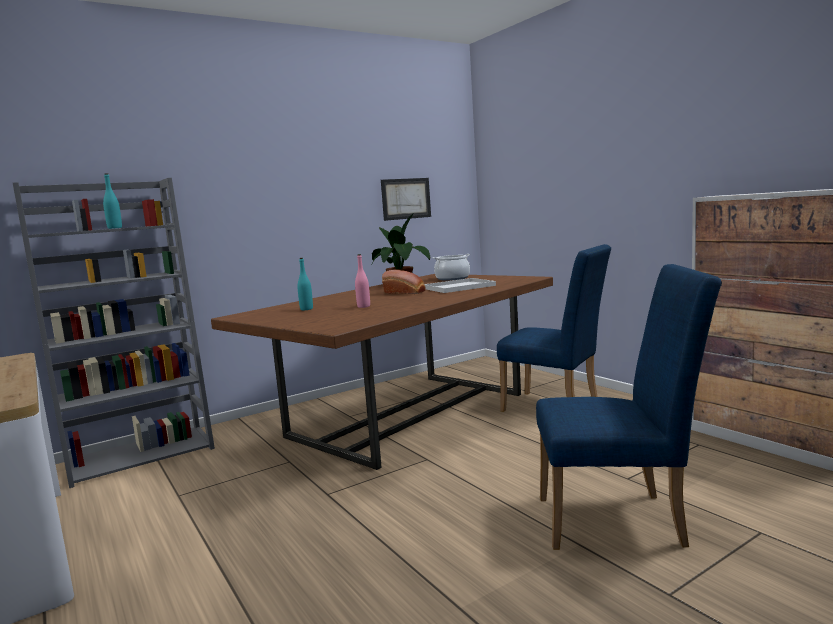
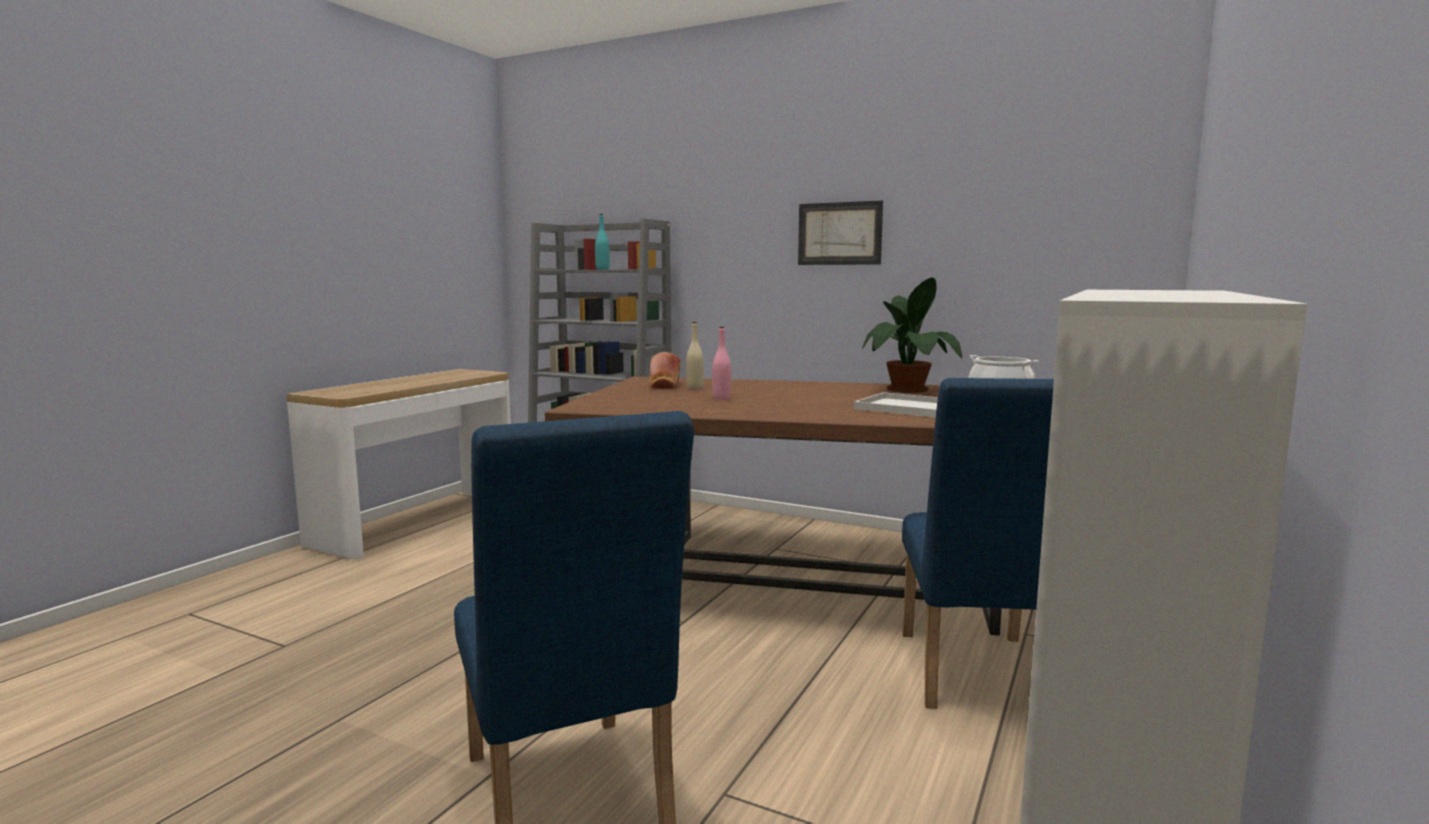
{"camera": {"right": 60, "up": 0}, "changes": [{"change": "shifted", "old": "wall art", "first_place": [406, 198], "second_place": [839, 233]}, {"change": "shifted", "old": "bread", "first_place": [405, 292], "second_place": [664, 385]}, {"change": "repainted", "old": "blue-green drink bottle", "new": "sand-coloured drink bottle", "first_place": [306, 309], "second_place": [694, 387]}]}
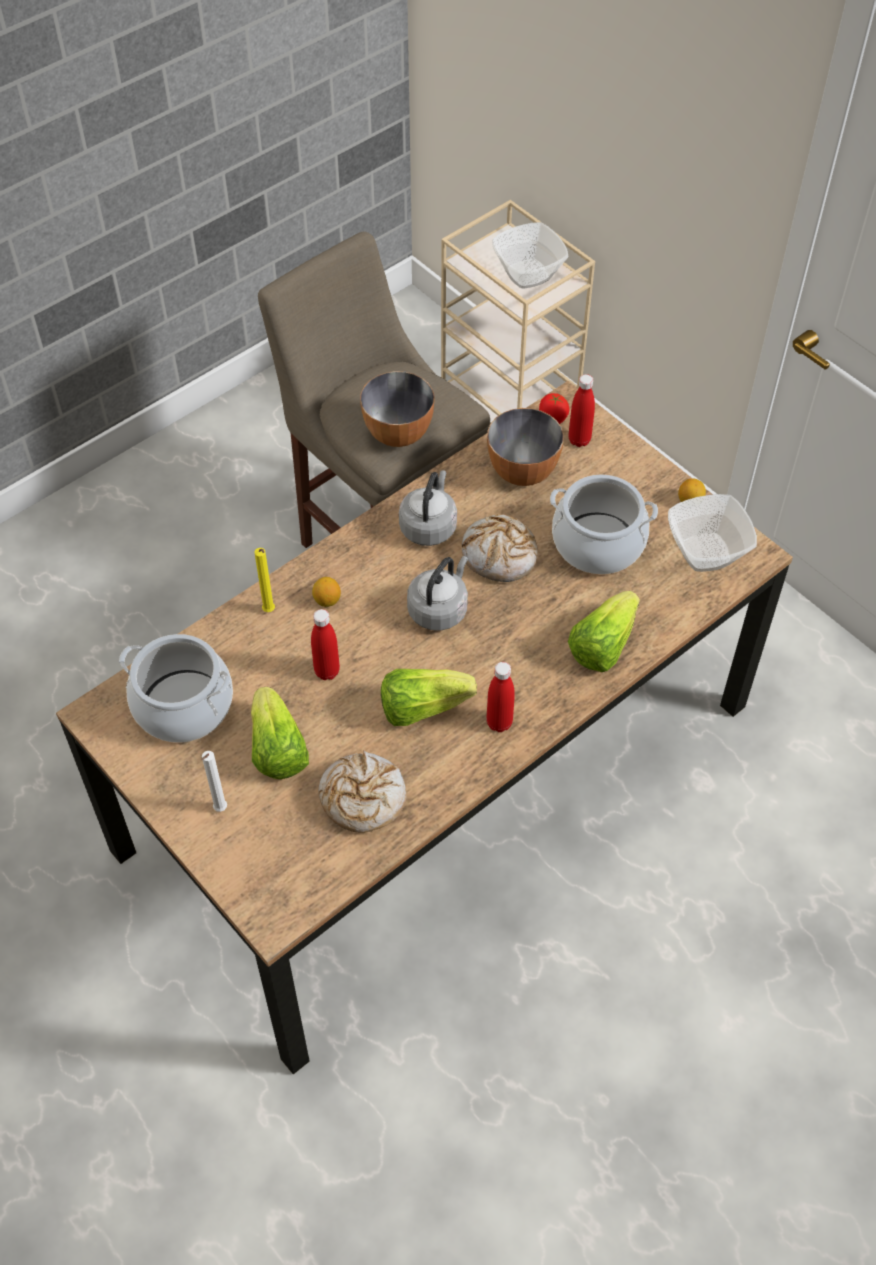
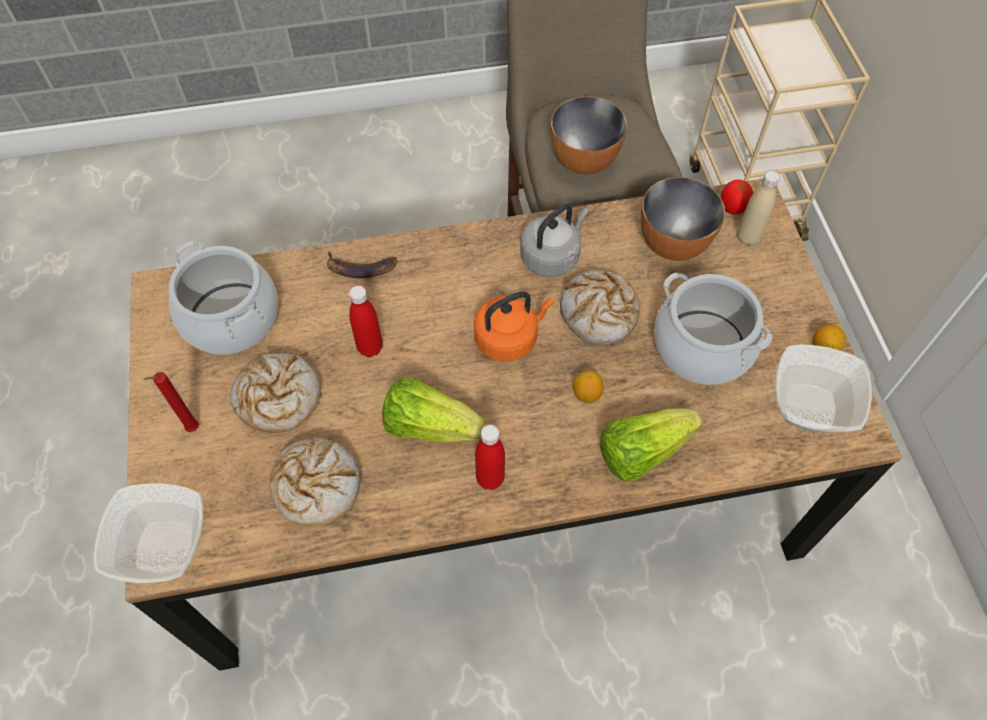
{"camera": {"right": 30, "up": 5}, "changes": [{"change": "shifted", "old": "citrus fruit", "first_place": [327, 600], "second_place": [586, 394]}, {"change": "shifted", "old": "deep dish", "first_place": [527, 274], "second_place": [164, 546]}, {"change": "swapped", "old": "lettuce head", "new": "bread", "first_place": [277, 749], "second_place": [278, 398]}, {"change": "swapped", "old": "yellow wax light", "new": "whole banana", "first_place": [269, 612], "second_place": [360, 269]}, {"change": "repainted", "old": "white wax light", "new": "red wax light", "first_place": [219, 810], "second_place": [191, 429]}, {"change": "repainted", "old": "gray kettle", "new": "orange kettle", "first_place": [439, 609], "second_place": [509, 338]}, {"change": "repainted", "old": "red drink bottle", "new": "sand-coloured drink bottle", "first_place": [579, 440], "second_place": [747, 238]}]}
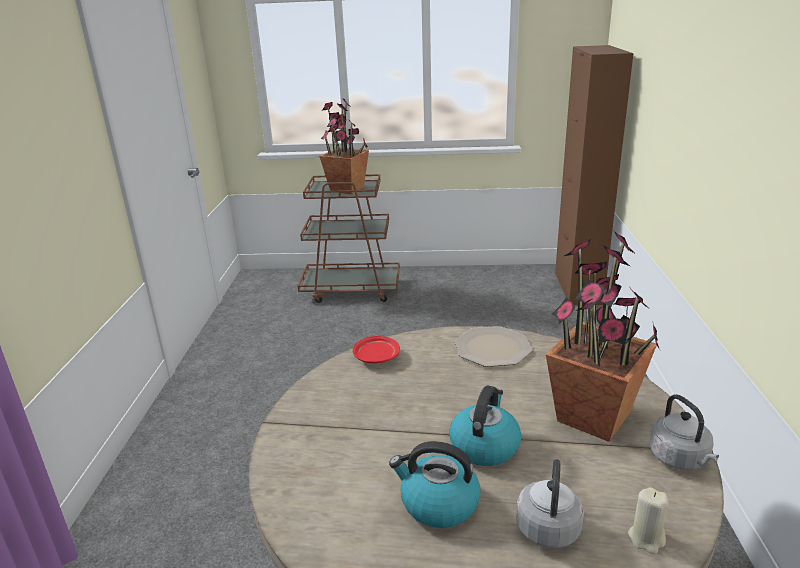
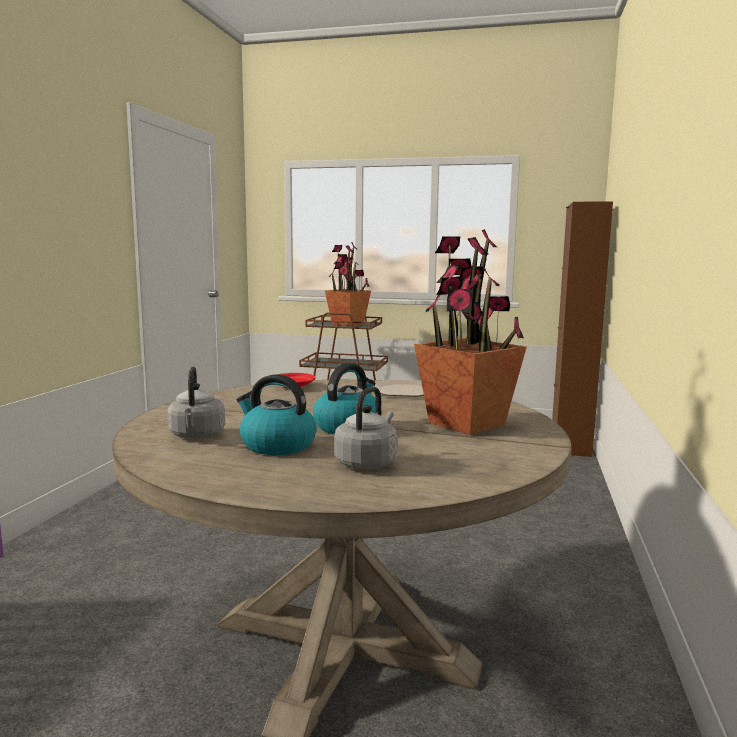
{"camera": {"right": 10, "up": -15}, "changes": [{"change": "gone", "old": "sand-coloured wax light", "first_place": [646, 538]}, {"change": "shifted", "old": "gray kettle", "first_place": [680, 459], "second_place": [197, 436]}]}
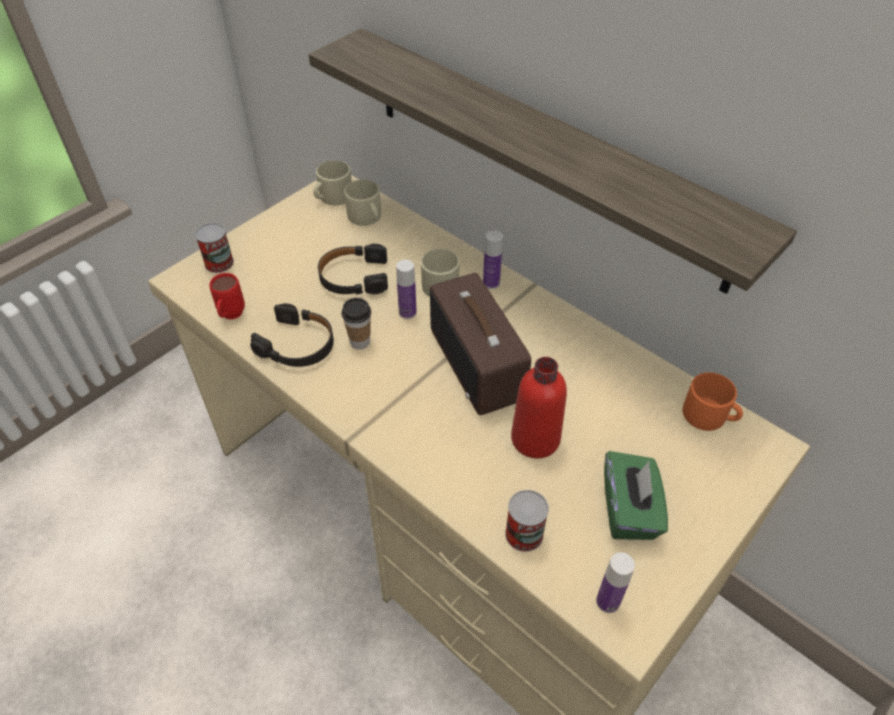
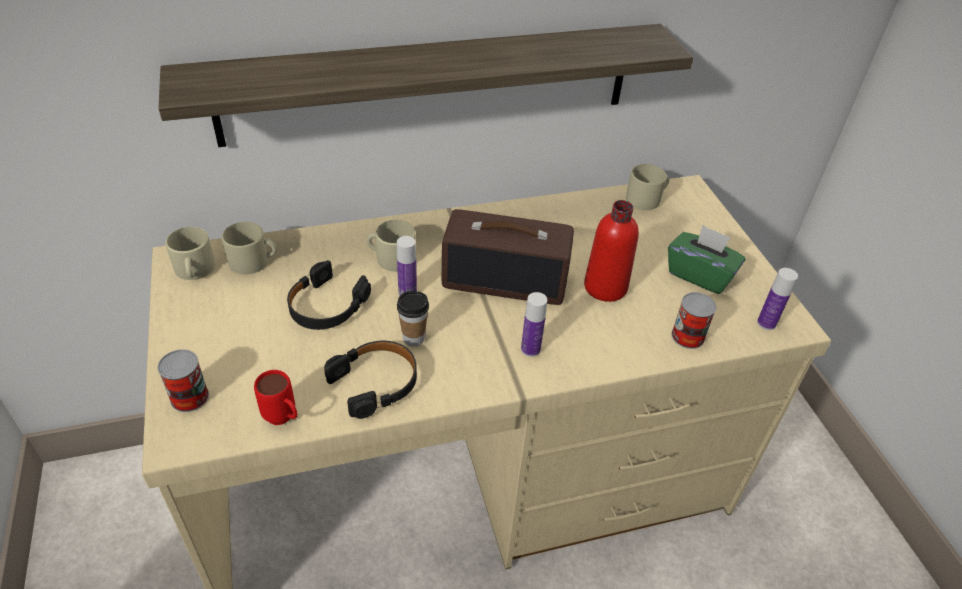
{"camera": {"right": -60, "up": -5}, "changes": [{"change": "shifted", "old": "drink bottle", "first_place": [491, 283], "second_place": [530, 349]}, {"change": "repainted", "old": "orange coffee mug", "new": "sand-coloured coffee mug", "first_place": [709, 416], "second_place": [646, 198]}]}
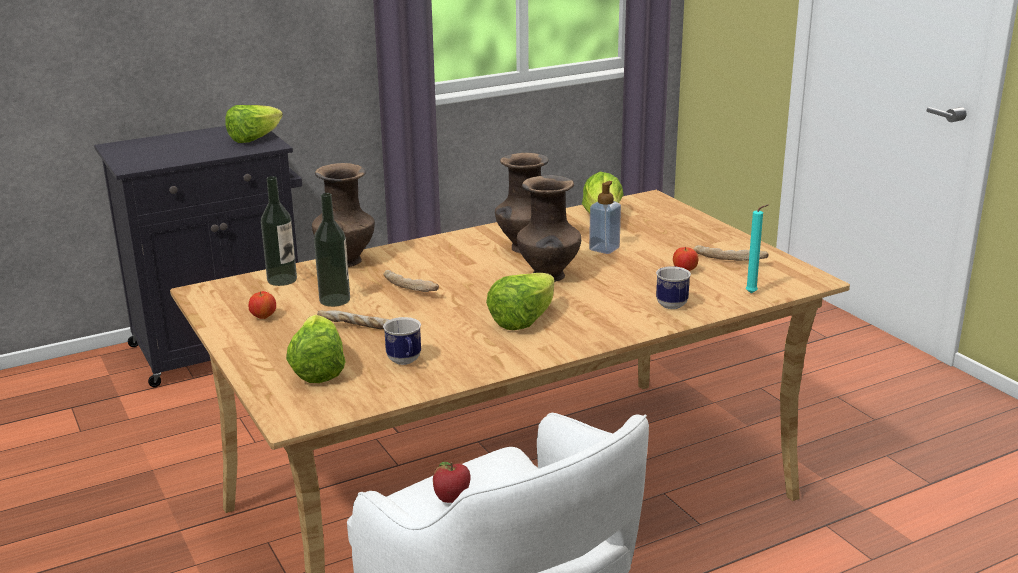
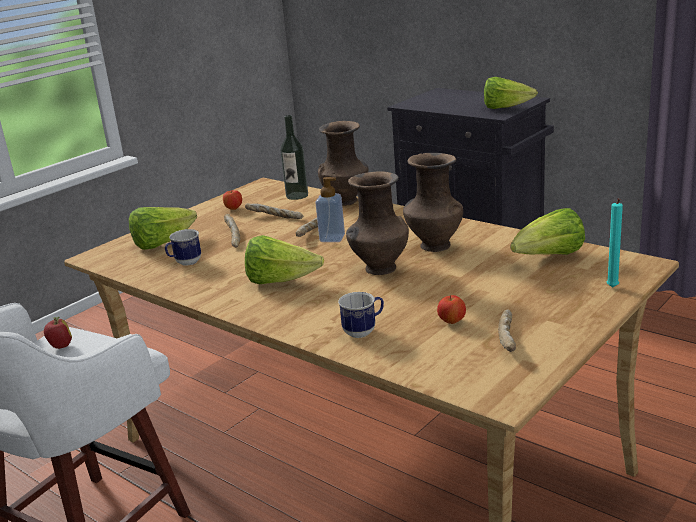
{"camera": {"right": 70, "up": 0}, "changes": [{"change": "shifted", "old": "soap dispenser", "first_place": [604, 249], "second_place": [332, 238]}, {"change": "shifted", "old": "blue-green wax light", "first_place": [753, 293], "second_place": [612, 288]}, {"change": "swapped", "old": "drink bottle", "new": "bread", "first_place": [335, 300], "second_place": [274, 217]}]}
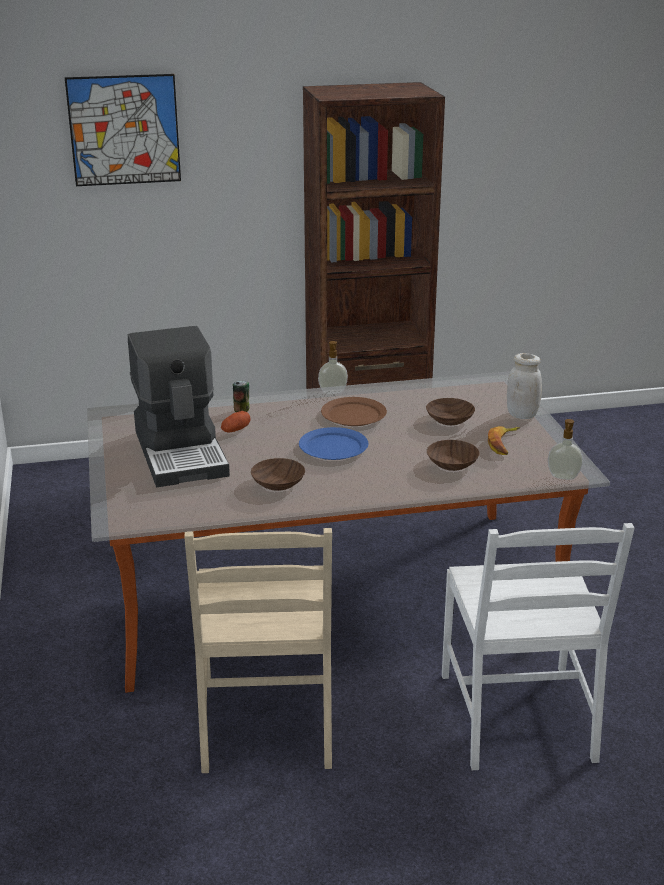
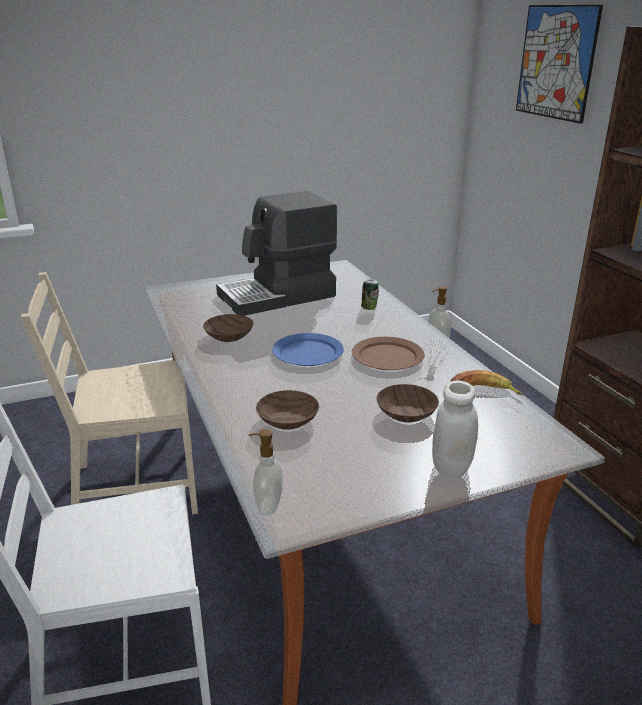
{"camera": {"right": 80, "up": 0}, "changes": [{"change": "gone", "old": "whole potato", "first_place": [236, 430]}, {"change": "shifted", "old": "whole banana", "first_place": [504, 444], "second_place": [483, 391]}]}
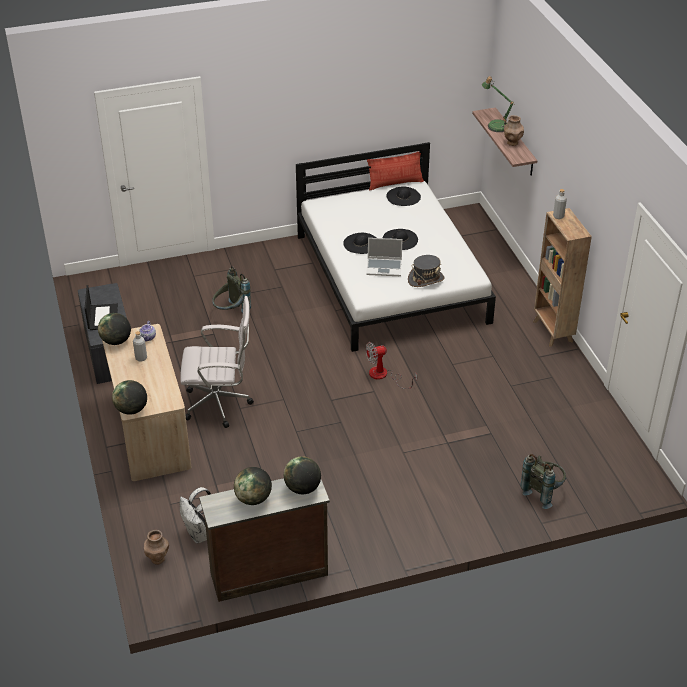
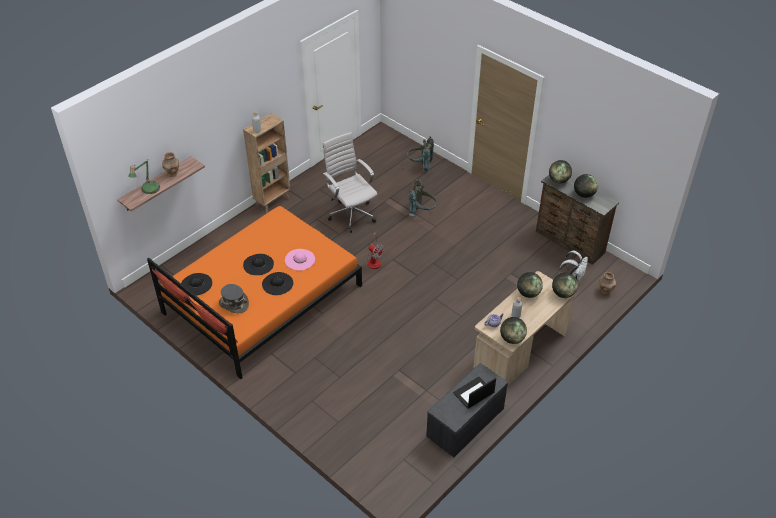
{"camera": {"right": -120, "up": 5}, "changes": [{"change": "new", "new": "cushion", "second_place": [216, 330]}, {"change": "new", "new": "desk globe", "second_place": [528, 293]}, {"change": "shifted", "old": "white desk chair", "first_place": [220, 404], "second_place": [351, 214]}, {"change": "shifted", "old": "gray rucksack", "first_place": [231, 312], "second_place": [422, 211]}, {"change": "shifted", "old": "gray clothing hat", "first_place": [426, 279], "second_place": [233, 304]}, {"change": "swapped", "old": "notebook computer", "new": "pinkish clothing hat", "first_place": [384, 267], "second_place": [299, 259]}, {"change": "repainted", "old": "white bedroom bed", "new": "orange bedroom bed", "first_place": [391, 278], "second_place": [262, 299]}]}
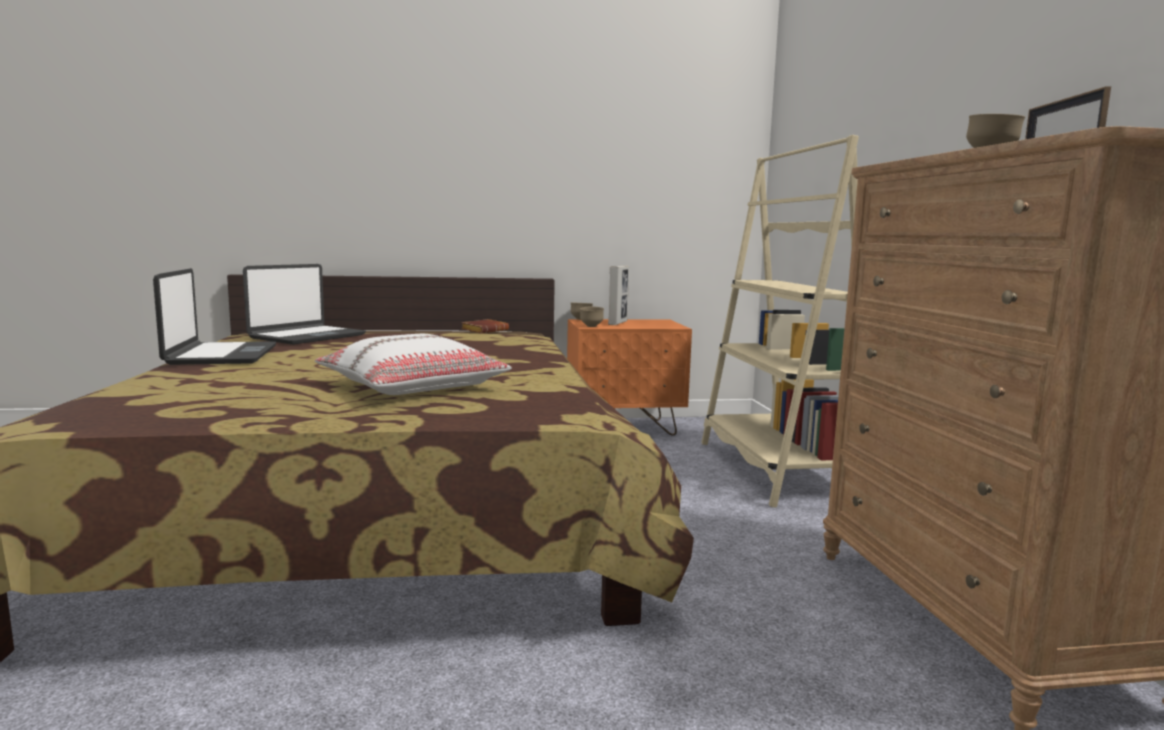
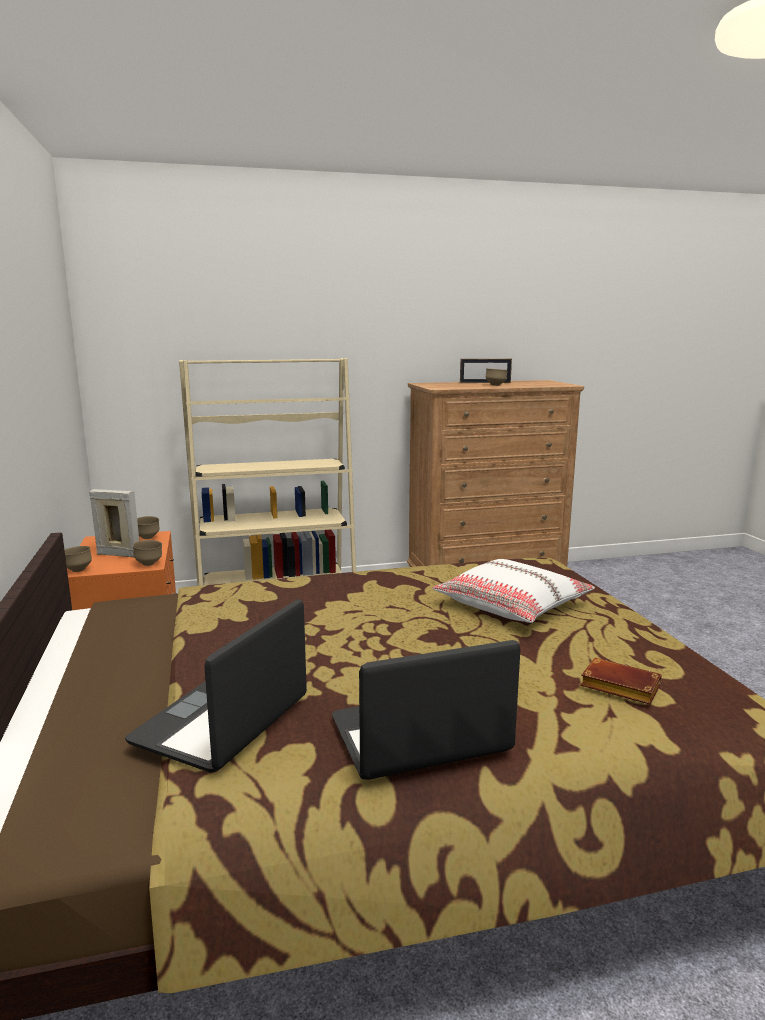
{"camera": {"right": -95, "up": 5}, "changes": [{"change": "new", "new": "brownish deep dish", "second_place": [147, 538]}, {"change": "shifted", "old": "brownish book", "first_place": [485, 330], "second_place": [617, 687]}, {"change": "rotated", "old": "notebook computer", "first_place": [307, 336], "second_place": [223, 721], "degrees": -90}]}
